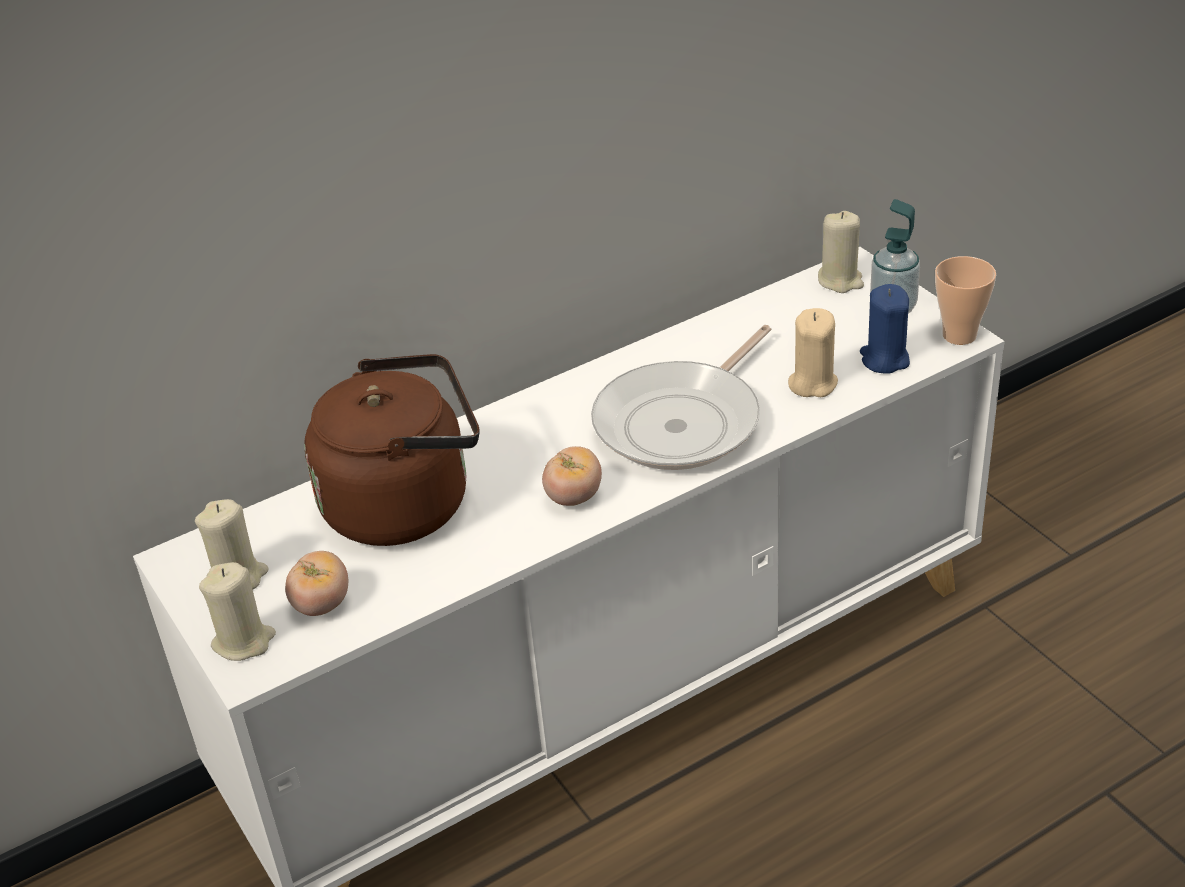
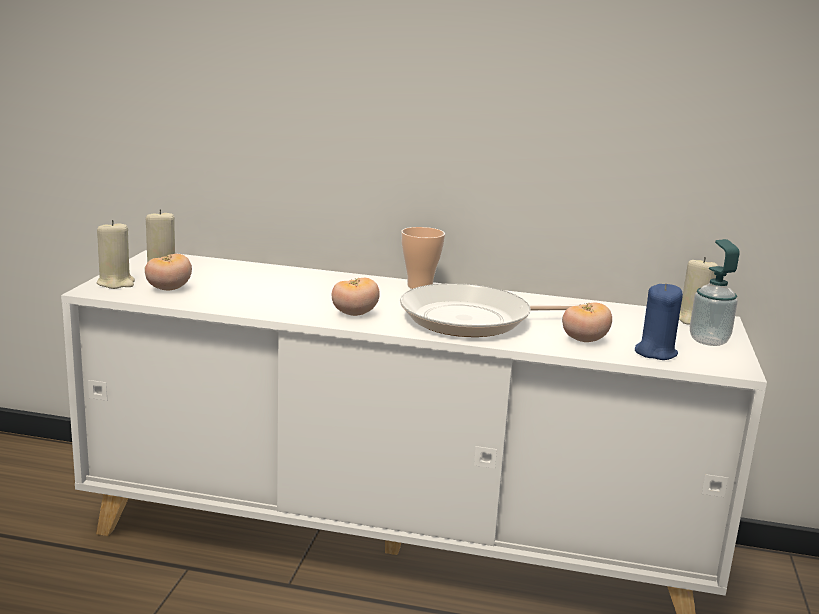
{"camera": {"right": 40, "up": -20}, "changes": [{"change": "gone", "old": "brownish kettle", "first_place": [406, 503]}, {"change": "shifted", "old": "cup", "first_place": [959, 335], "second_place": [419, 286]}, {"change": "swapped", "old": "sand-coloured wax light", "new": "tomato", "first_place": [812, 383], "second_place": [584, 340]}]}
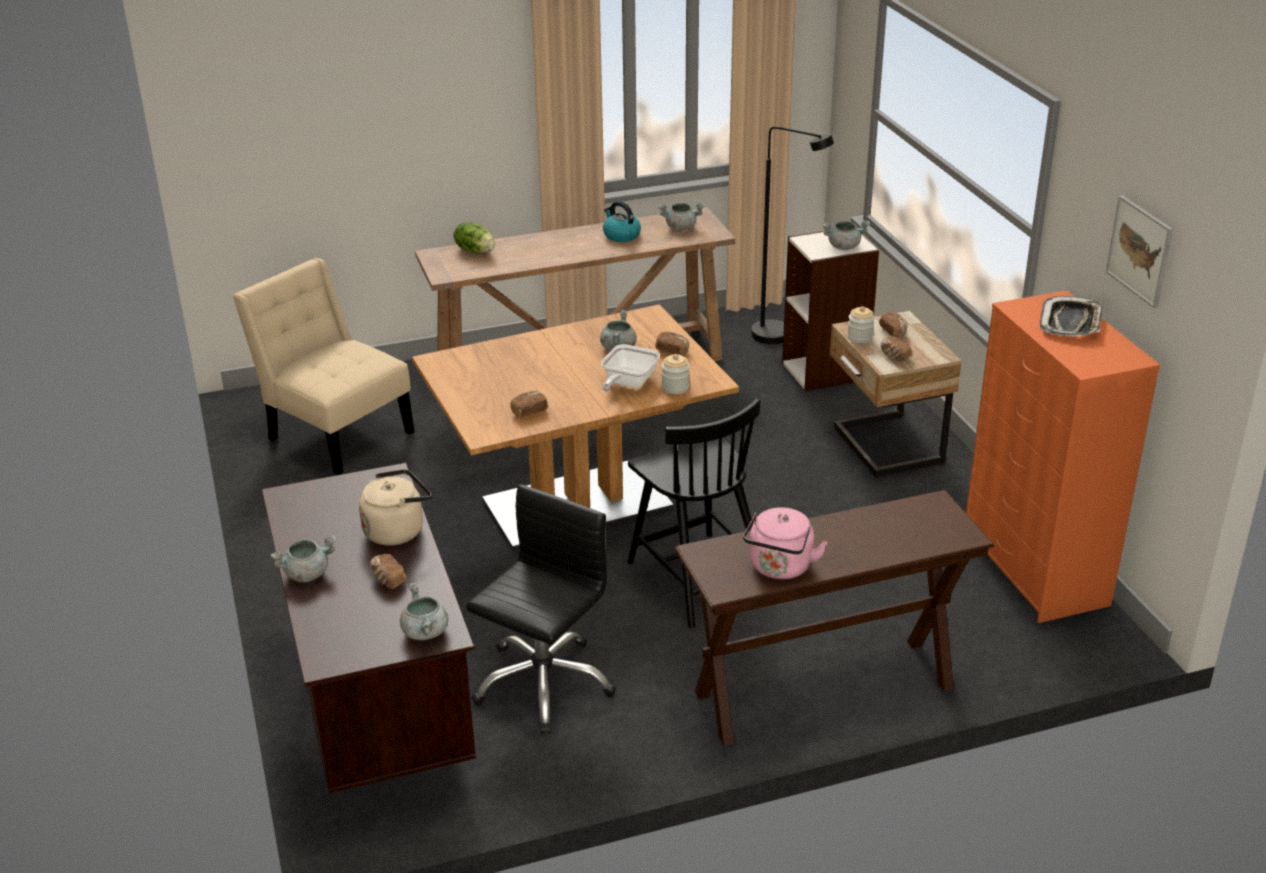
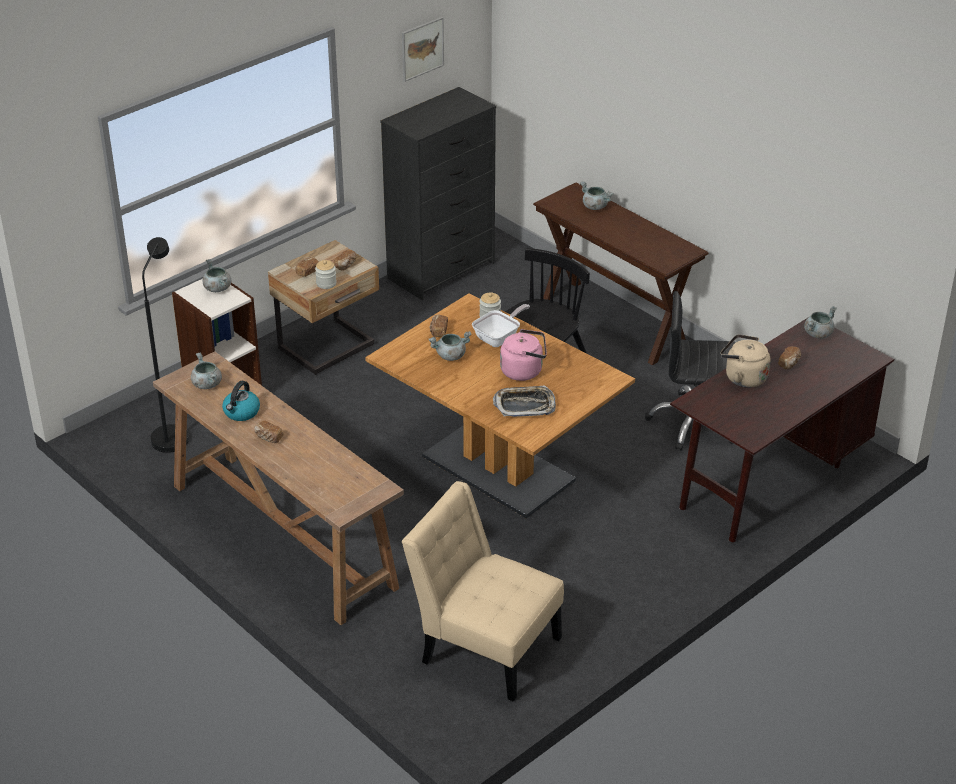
{"camera": {"right": -115, "up": 5}, "changes": [{"change": "gone", "old": "lettuce head", "first_place": [475, 250]}, {"change": "shifted", "old": "gray saucepot", "first_place": [307, 574], "second_place": [594, 206]}, {"change": "shifted", "old": "bread", "first_place": [529, 411], "second_place": [268, 438]}, {"change": "shifted", "old": "pinkish kettle", "first_place": [780, 568], "second_place": [524, 371]}, {"change": "shifted", "old": "carrying tray", "first_place": [1071, 323], "second_place": [525, 405]}, {"change": "repainted", "old": "orange chest of drawers", "new": "black-coloured chest of drawers", "first_place": [1035, 571], "second_place": [442, 270]}, {"change": "rotated", "old": "sand-coloured upright chair", "first_place": [336, 433], "second_place": [484, 646], "degrees": 105}, {"change": "rotated", "old": "pan", "first_place": [627, 383], "second_place": [499, 338], "degrees": -45}]}
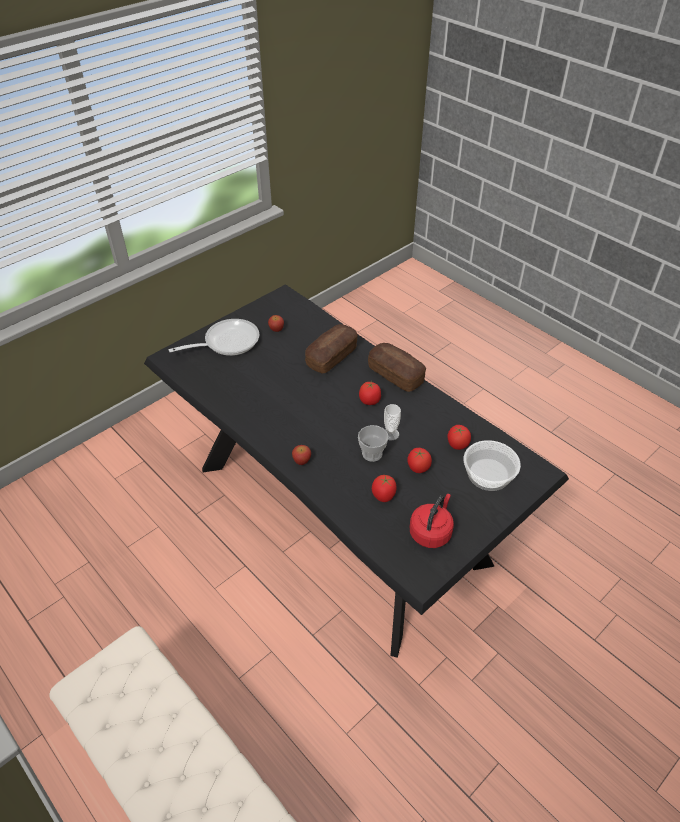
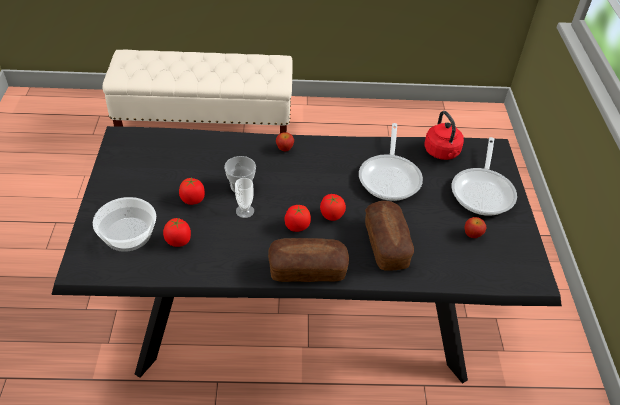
{"camera": {"right": 130, "up": 0}, "changes": [{"change": "new", "new": "pan", "second_place": [390, 177]}, {"change": "shifted", "old": "tomato", "first_place": [383, 496], "second_place": [331, 215]}, {"change": "shifted", "old": "red kettle", "first_place": [431, 532], "second_place": [442, 153]}]}
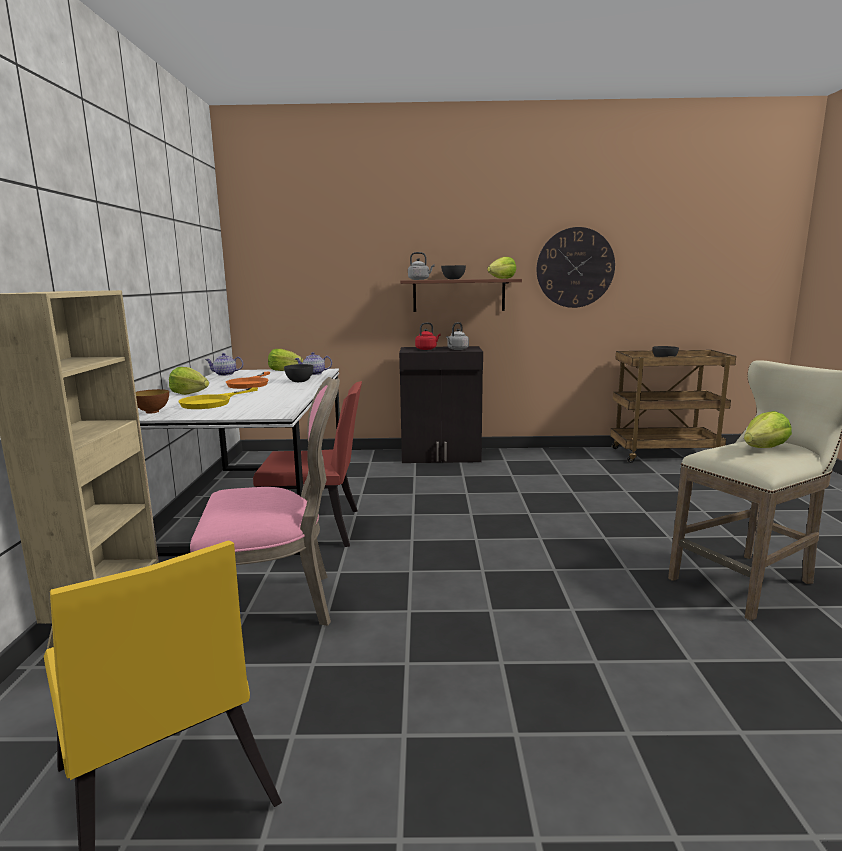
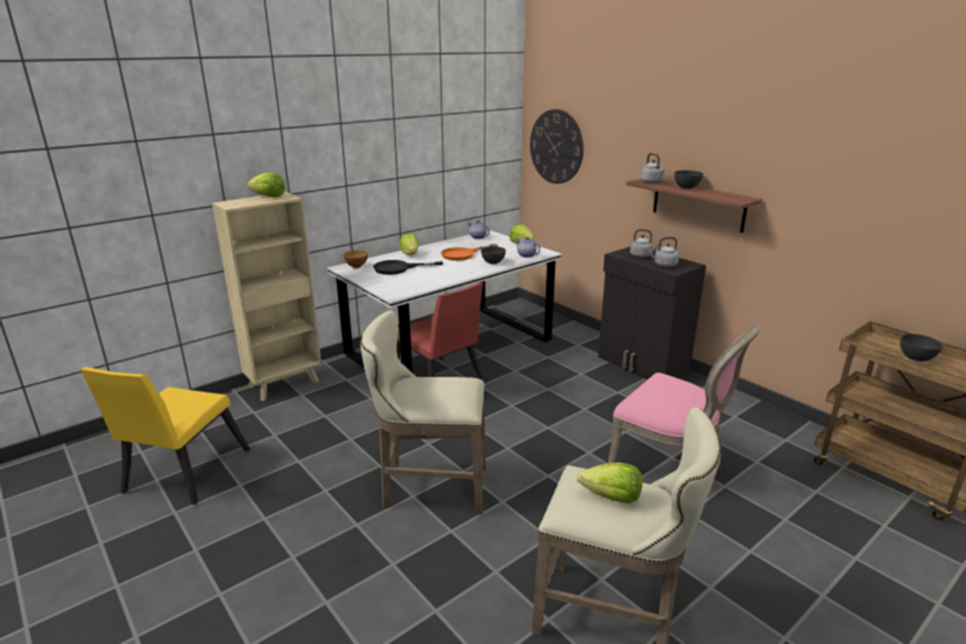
{"camera": {"right": 50, "up": 10}, "changes": [{"change": "new", "new": "sand-coloured sitting stool", "second_place": [429, 488]}, {"change": "shifted", "old": "pinkish upright chair", "first_place": [275, 604], "second_place": [670, 469]}, {"change": "shifted", "old": "lettuce head", "first_place": [502, 278], "second_place": [268, 196]}, {"change": "shifted", "old": "clock on the wall", "first_place": [575, 268], "second_place": [556, 147]}, {"change": "repainted", "old": "yellow pan", "new": "black-coloured pan", "first_place": [213, 402], "second_place": [398, 268]}, {"change": "repainted", "old": "red kettle", "new": "gray kettle", "first_place": [427, 349], "second_place": [642, 256]}]}
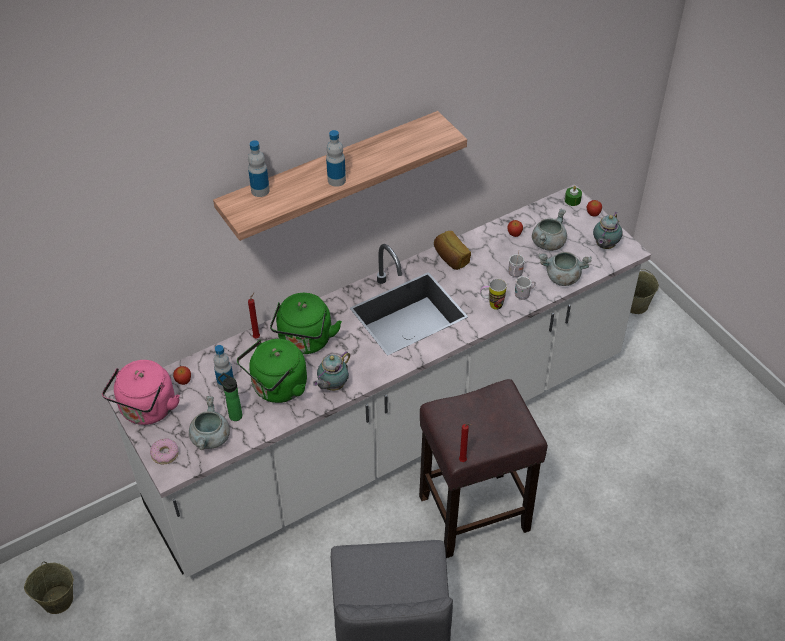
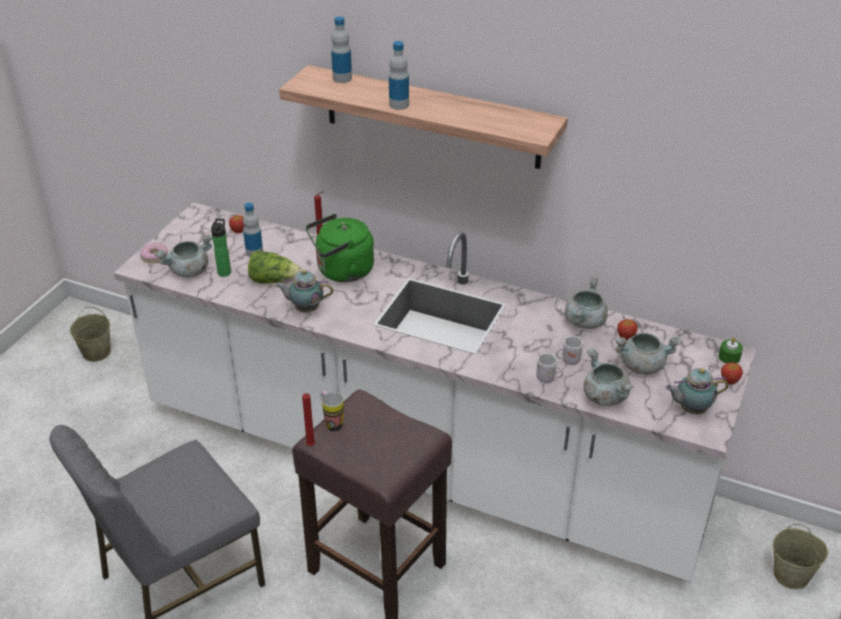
{"camera": {"right": 55, "up": -10}, "changes": [{"change": "gone", "old": "pinkish kettle", "first_place": [147, 410]}, {"change": "gone", "old": "bread", "first_place": [450, 258]}, {"change": "new", "new": "gray saucepot", "second_place": [585, 322]}, {"change": "shifted", "old": "coffee mug", "first_place": [491, 305], "second_place": [331, 423]}, {"change": "swapped", "old": "green-coloured kettle", "new": "lettuce head", "first_place": [277, 388], "second_place": [274, 280]}]}
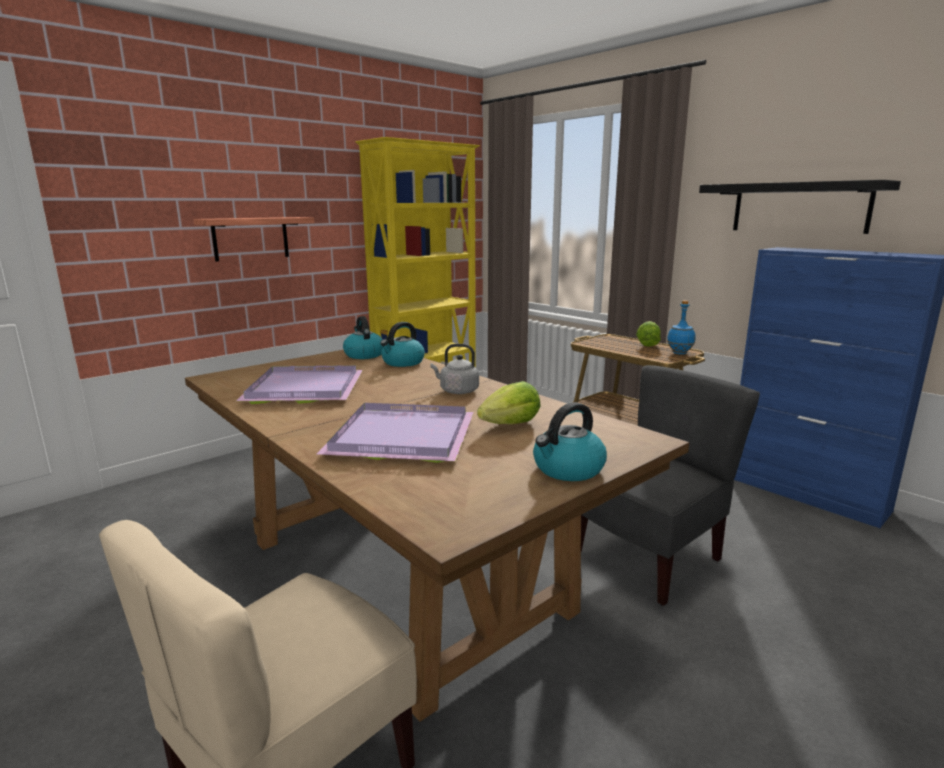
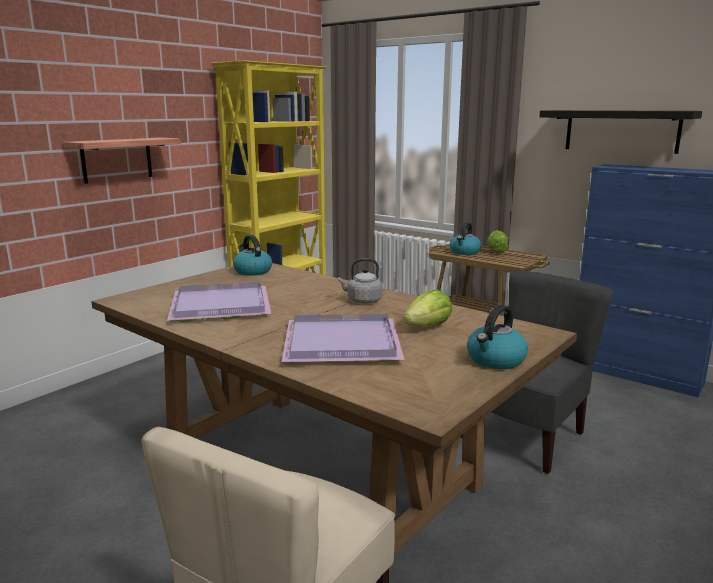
{"camera": {"right": -10, "up": 0}, "changes": [{"change": "gone", "old": "blue-coloured drink bottle", "first_place": [679, 353]}, {"change": "shifted", "old": "kettle", "first_place": [402, 362], "second_place": [464, 252]}]}
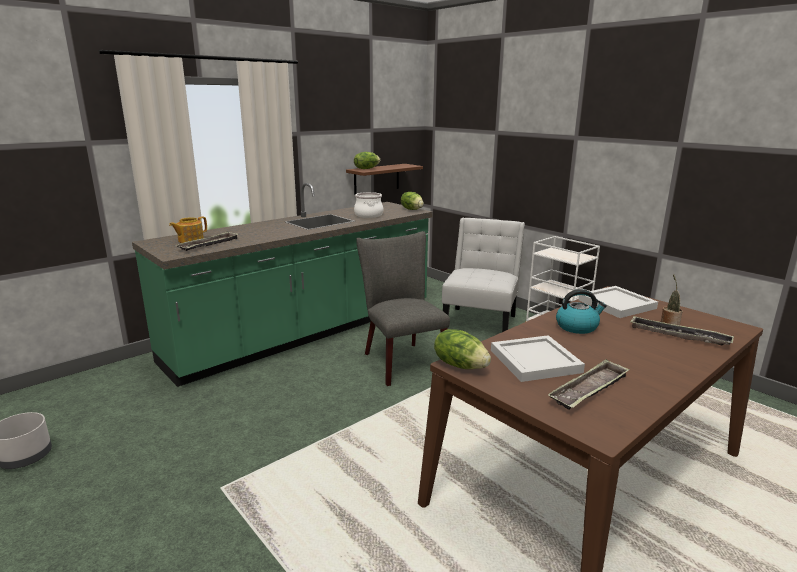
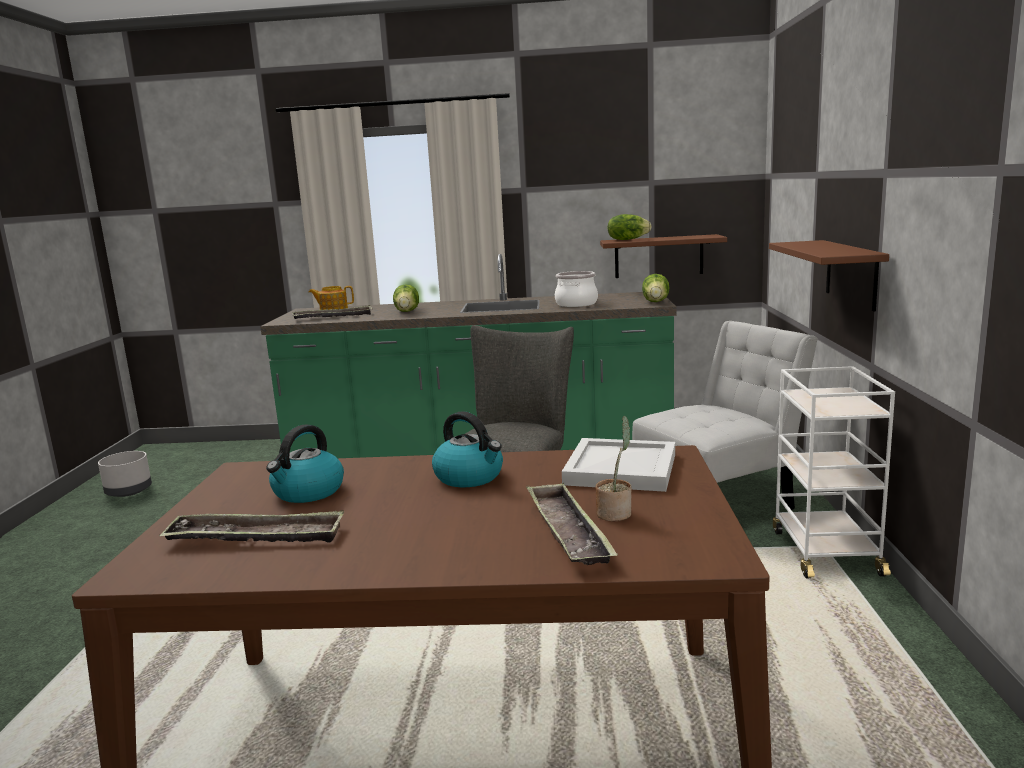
{"camera": {"right": 45, "up": -5}, "changes": [{"change": "new", "new": "brownish wall shelf", "second_place": [851, 273]}, {"change": "shifted", "old": "lettuce head", "first_place": [460, 365], "second_place": [407, 311]}, {"change": "swapped", "old": "white carrying tray", "new": "kettle", "first_place": [535, 360], "second_place": [308, 492]}]}
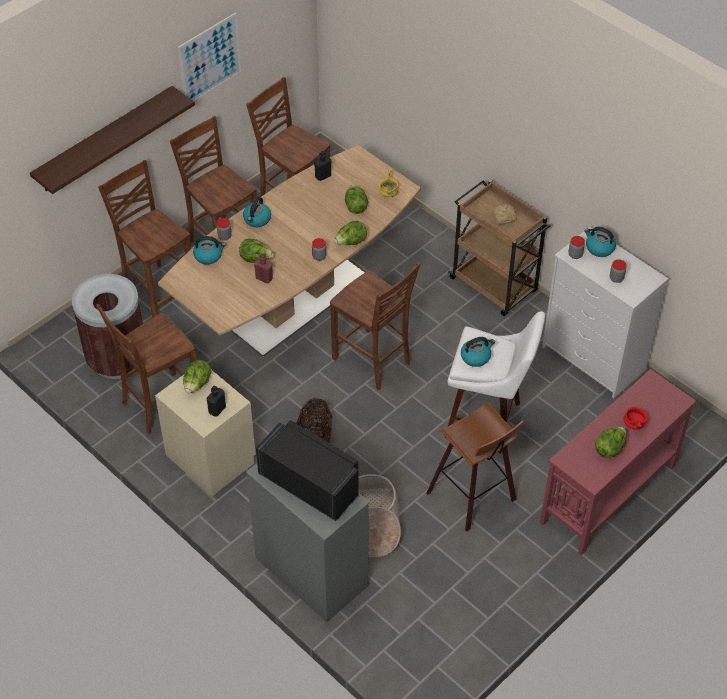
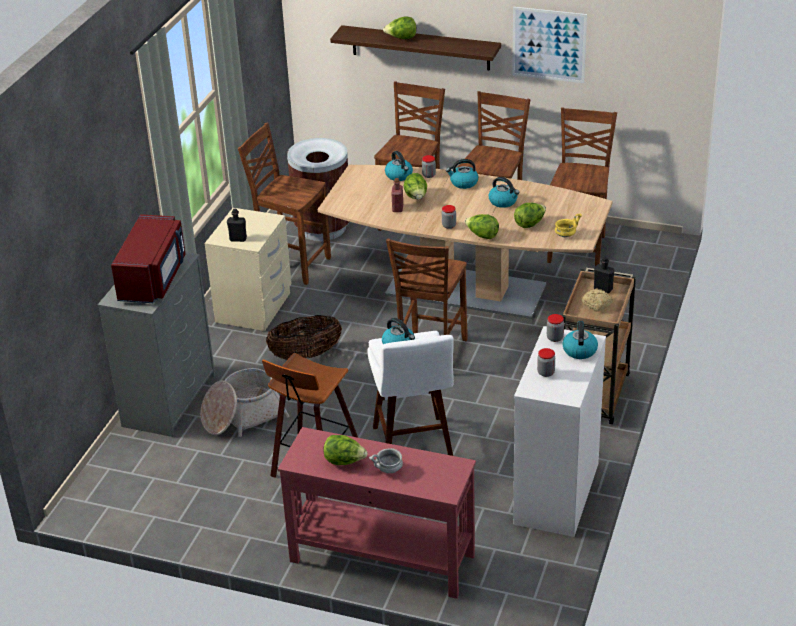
{"camera": {"right": 65, "up": -15}, "changes": [{"change": "new", "new": "kettle", "second_place": [503, 201]}, {"change": "shifted", "old": "lettuce head", "first_place": [197, 384], "second_place": [401, 38]}, {"change": "shifted", "old": "black-coloured drink bottle", "first_place": [323, 176], "second_place": [603, 289]}, {"change": "repainted", "old": "black-coloured microwave", "new": "red microwave", "first_place": [310, 483], "second_place": [153, 279]}, {"change": "repainted", "old": "red deep dish", "new": "gray deep dish", "first_place": [634, 424], "second_place": [389, 469]}]}
